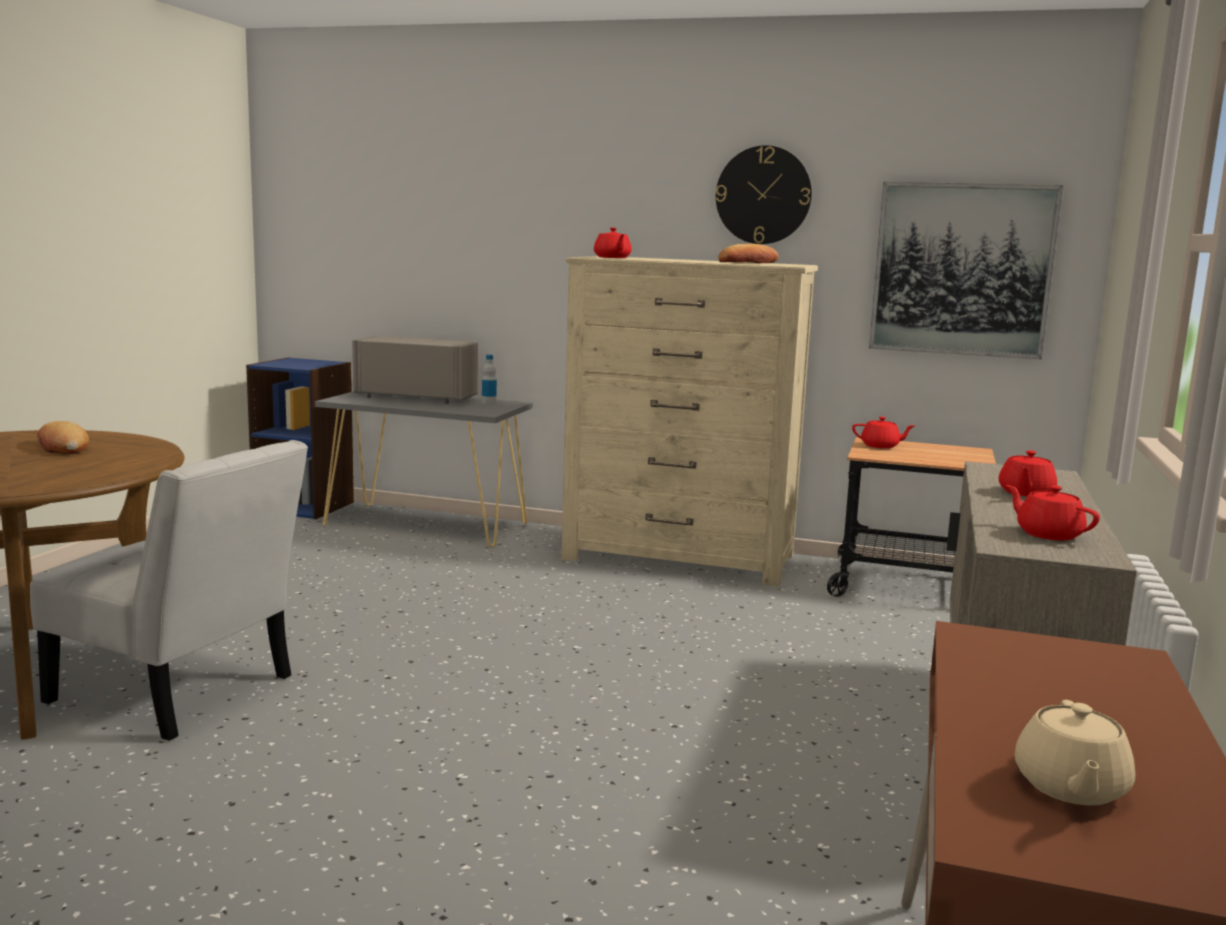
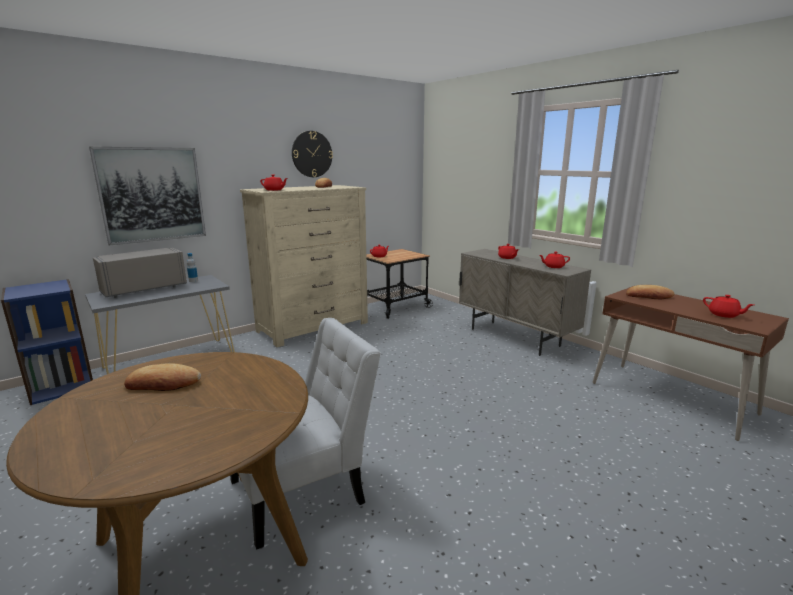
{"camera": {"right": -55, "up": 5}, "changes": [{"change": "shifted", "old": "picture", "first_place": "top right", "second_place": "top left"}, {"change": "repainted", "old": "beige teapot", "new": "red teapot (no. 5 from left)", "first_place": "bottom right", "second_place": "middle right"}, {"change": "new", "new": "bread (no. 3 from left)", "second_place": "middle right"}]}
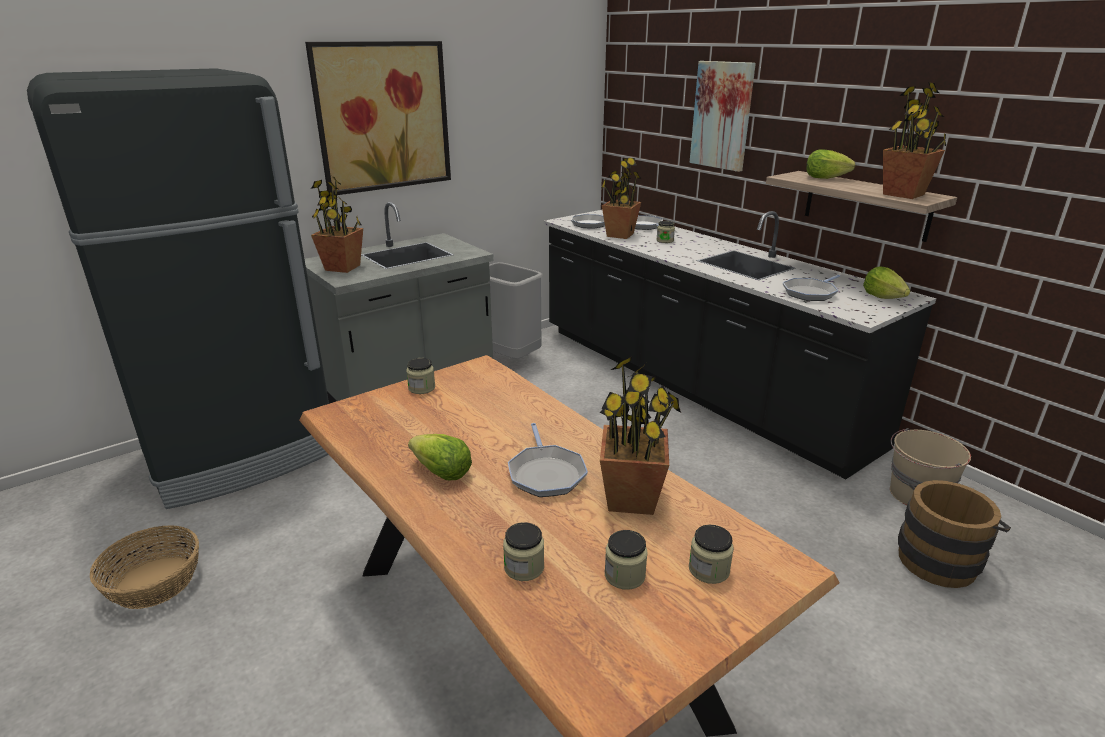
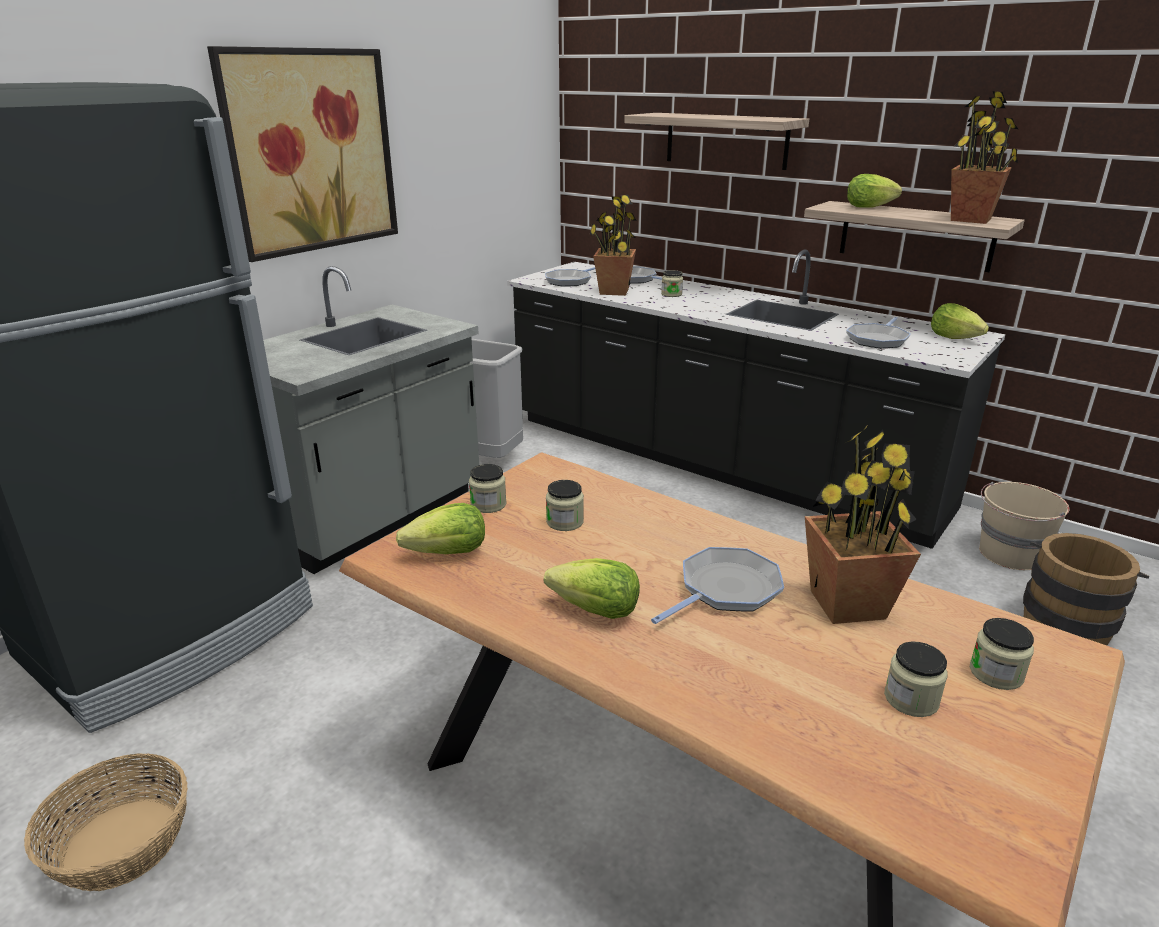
{"camera": {"right": -15, "up": 0}, "changes": [{"change": "gone", "old": "potted plant (no. 1 from left)", "first_place": "top left"}, {"change": "shifted", "old": "jar (no. 2 from left)", "first_place": "bottom centre", "second_place": "centre"}, {"change": "rotated", "old": "frying pan (no. 1 from left in the first image)", "first_place": "centre", "second_place": "centre", "degrees": -105}, {"change": "swapped", "old": "picture (no. 2 from left)", "new": "shelf (no. 1 from left)", "first_place": "top centre", "second_place": "top centre"}, {"change": "new", "new": "lettuce (no. 1 from left)", "second_place": "centre"}]}
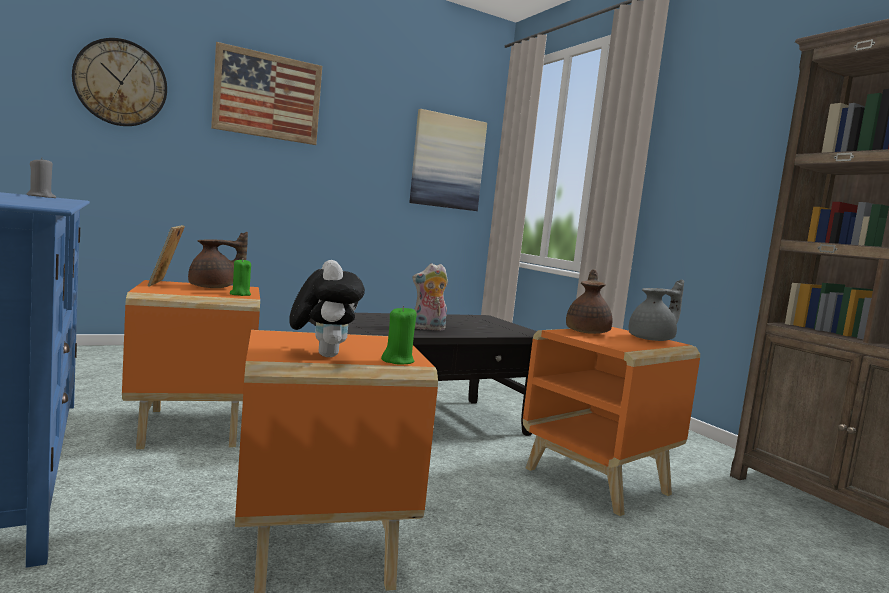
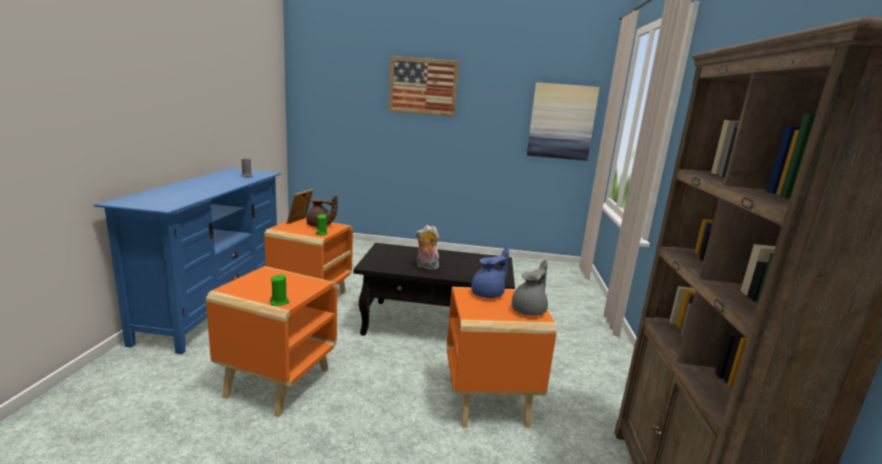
{"camera": {"right": 35, "up": 10}, "changes": [{"change": "gone", "old": "wall clock", "first_place": "top left"}, {"change": "gone", "old": "plush toy (no. 1 from left)", "first_place": "centre"}, {"change": "repainted", "old": "brown teapot (no. 2 from left)", "new": "blue teapot", "first_place": "centre", "second_place": "centre"}, {"change": "rotated", "old": "grey teapot", "first_place": "middle right", "second_place": "centre", "degrees": -60}]}
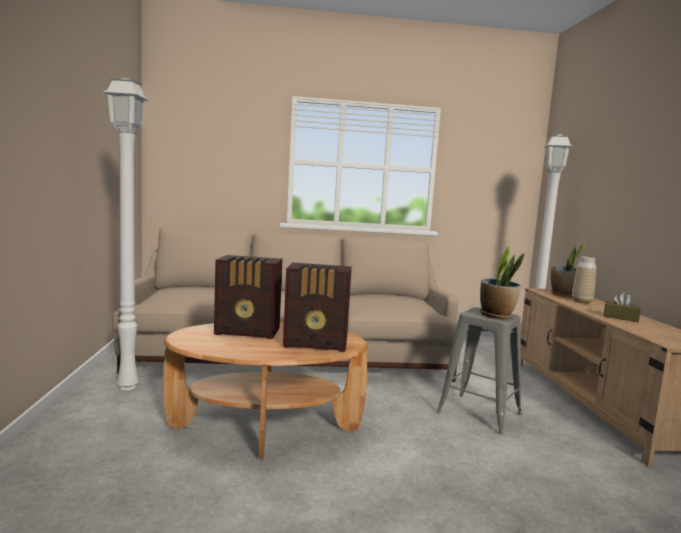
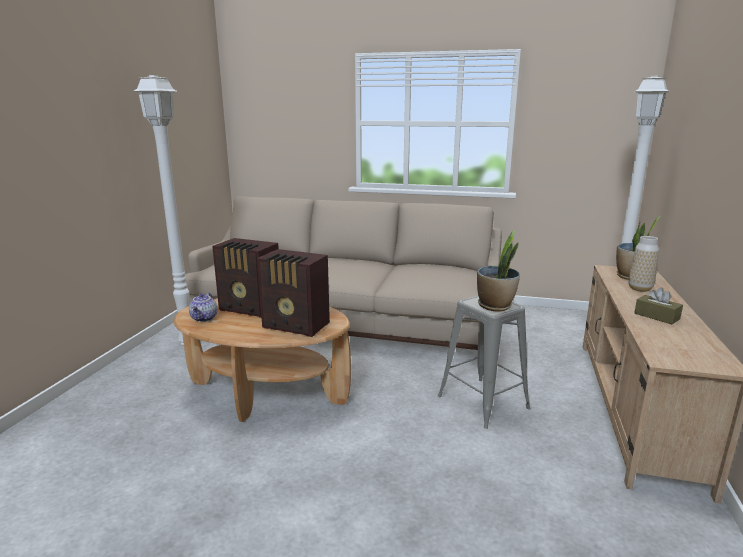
{"camera": {"right": 20, "up": 10}, "changes": [{"change": "new", "new": "teapot", "second_place": "middle left"}]}
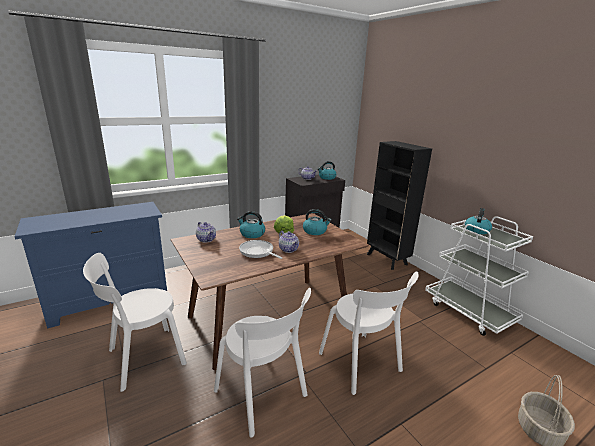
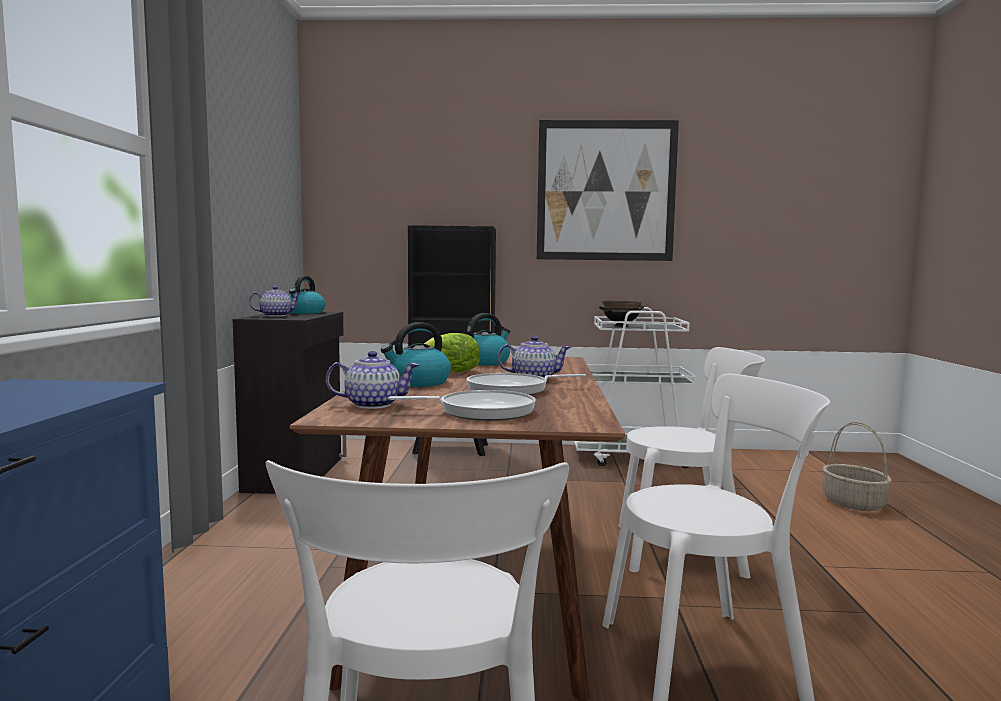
{"camera": {"right": -55, "up": -15}, "changes": [{"change": "swapped", "old": "kettle (no. 4 from left)", "new": "black bowl", "first_place": "middle right", "second_place": "centre"}, {"change": "new", "new": "frying pan (no. 1 from left)", "second_place": "centre"}, {"change": "new", "new": "picture", "second_place": "top centre"}]}
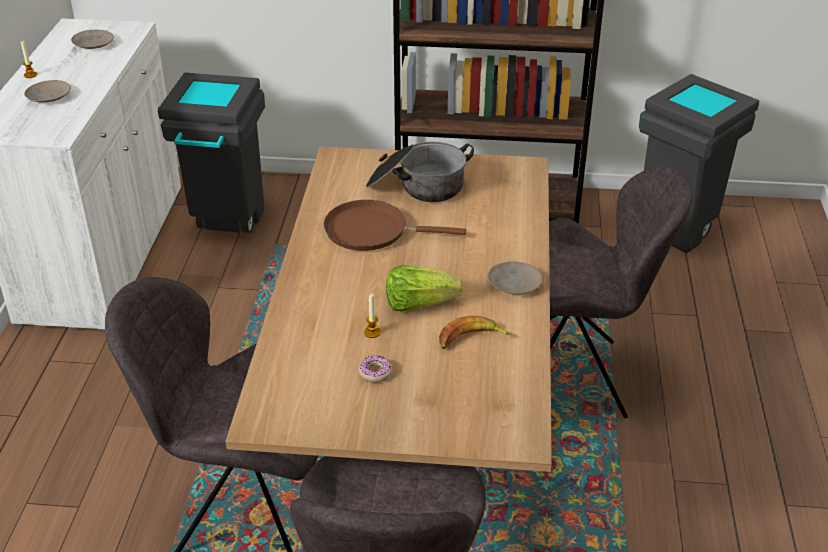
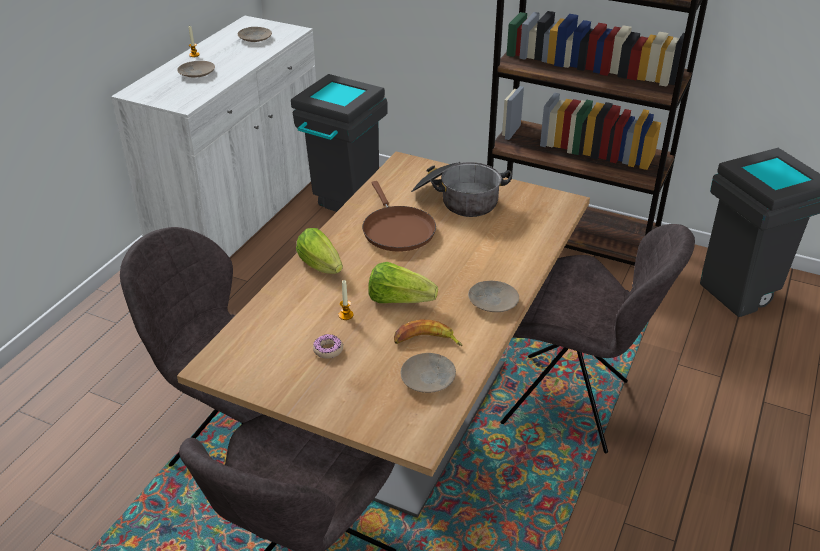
{"camera": {"right": 20, "up": 0}, "changes": [{"change": "rotated", "old": "brown frying pan", "first_place": "centre", "second_place": "centre", "degrees": -135}, {"change": "new", "new": "lettuce (no. 1 from left)", "second_place": "centre"}, {"change": "new", "new": "beige plate (no. 3 from left)", "second_place": "bottom centre"}]}
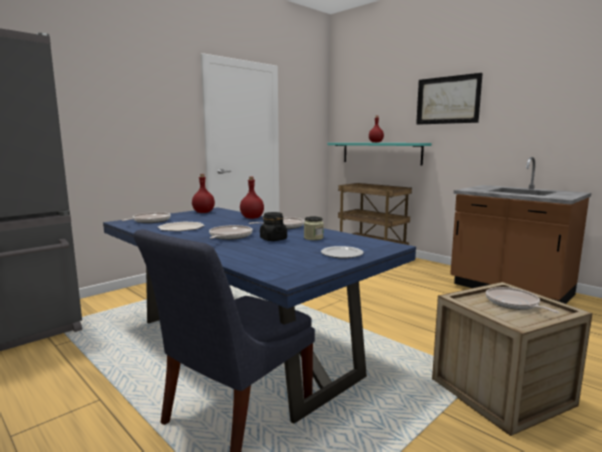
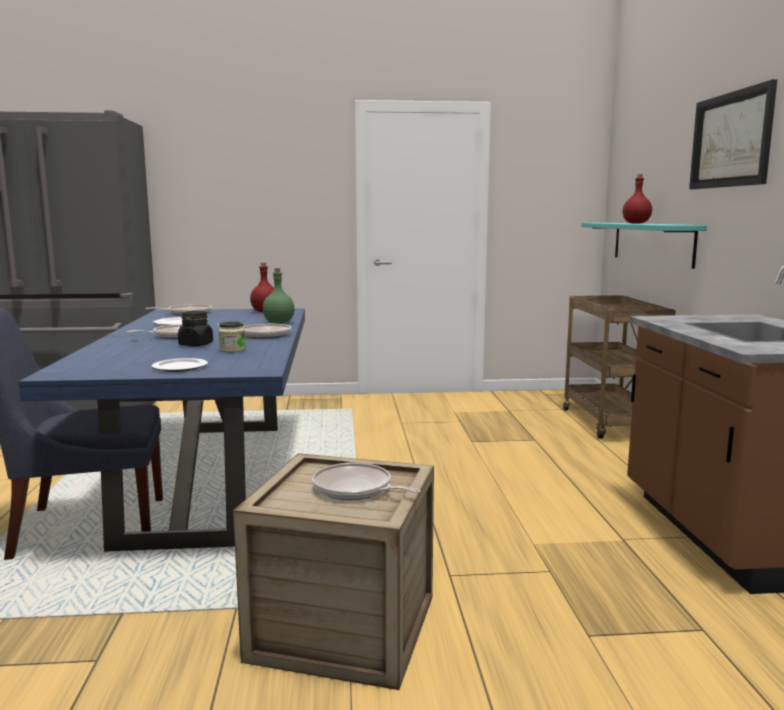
{"camera": {"right": 40, "up": 0}, "changes": [{"change": "repainted", "old": "red bottle (no. 2 from left)", "new": "green bottle", "first_place": "centre", "second_place": "centre"}, {"change": "rotated", "old": "frying pan (no. 4 from left)", "first_place": "middle right", "second_place": "bottom centre", "degrees": -75}]}
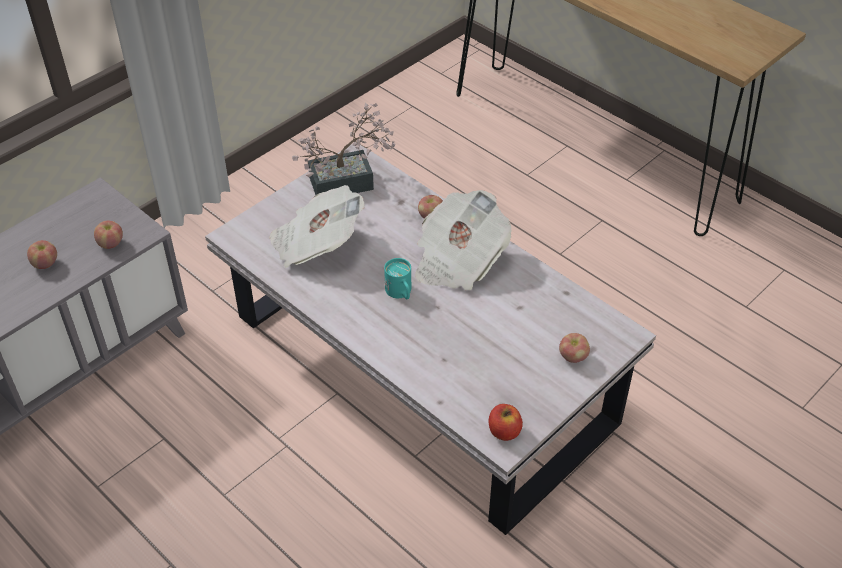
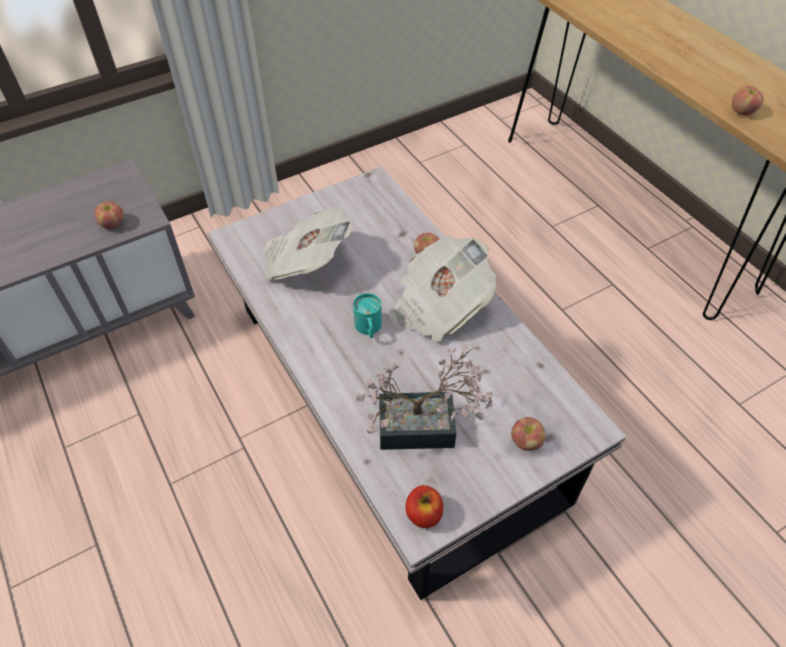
{"camera": {"right": 15, "up": 5}, "changes": [{"change": "shifted", "old": "apple (no. 1 from left in the first image)", "new": "apple (no. 5 from left)", "first_place": "middle left", "second_place": "top right"}, {"change": "shifted", "old": "potted plant", "first_place": "top centre", "second_place": "centre"}]}
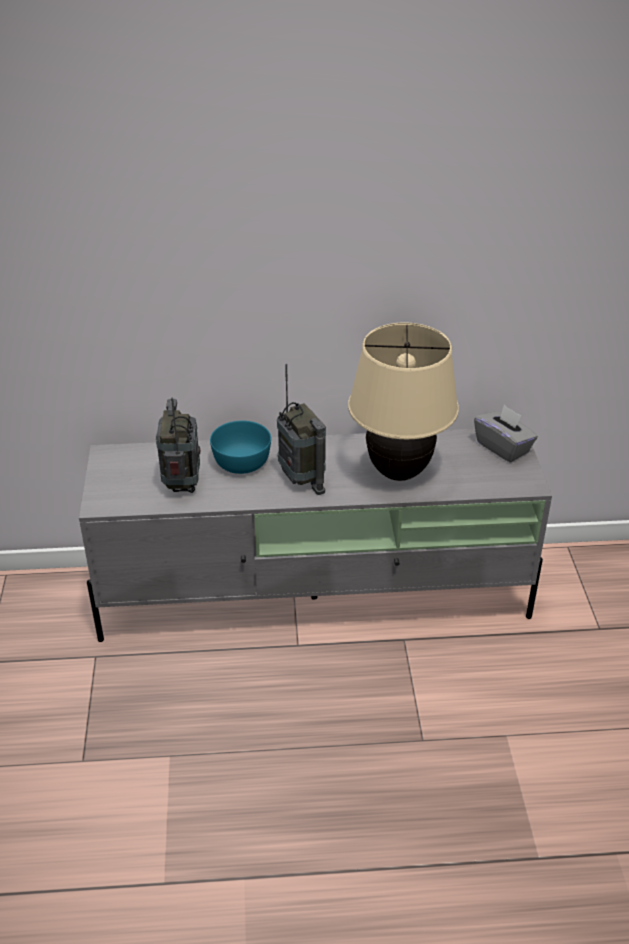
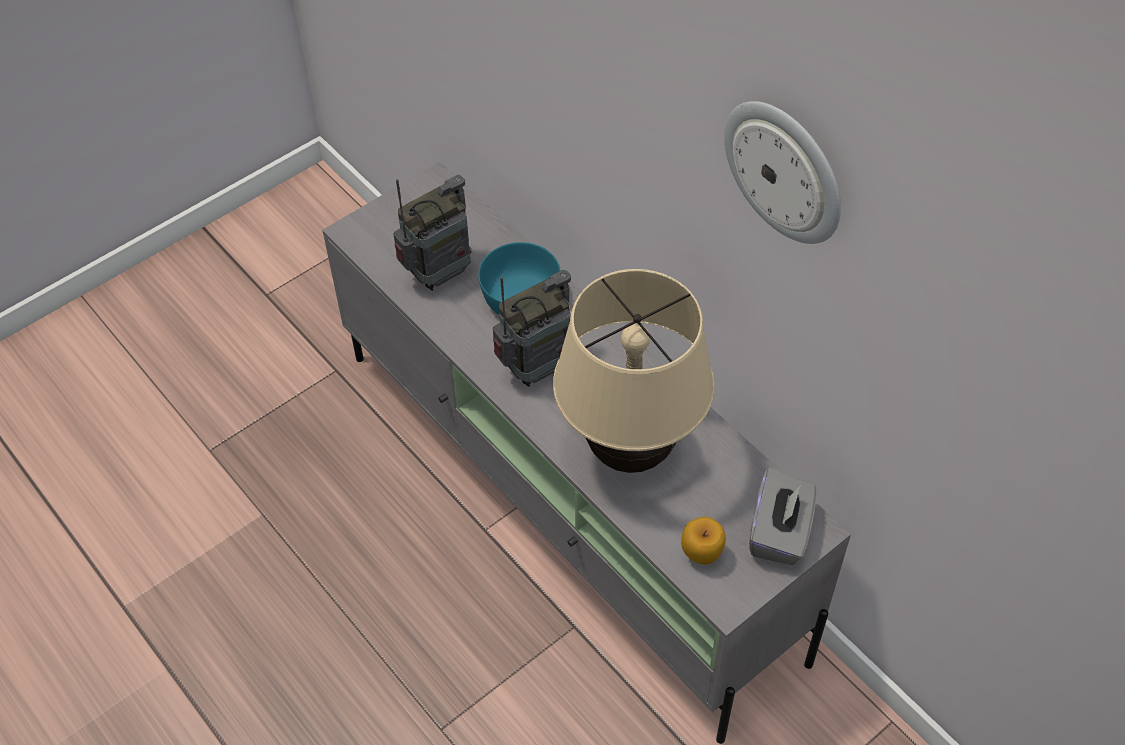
{"camera": {"right": 55, "up": 15}, "changes": [{"change": "rotated", "old": "radio (no. 2 from left)", "first_place": "centre", "second_place": "centre", "degrees": -150}, {"change": "new", "new": "apple", "second_place": "bottom centre"}, {"change": "new", "new": "wall clock", "second_place": "top right"}]}
